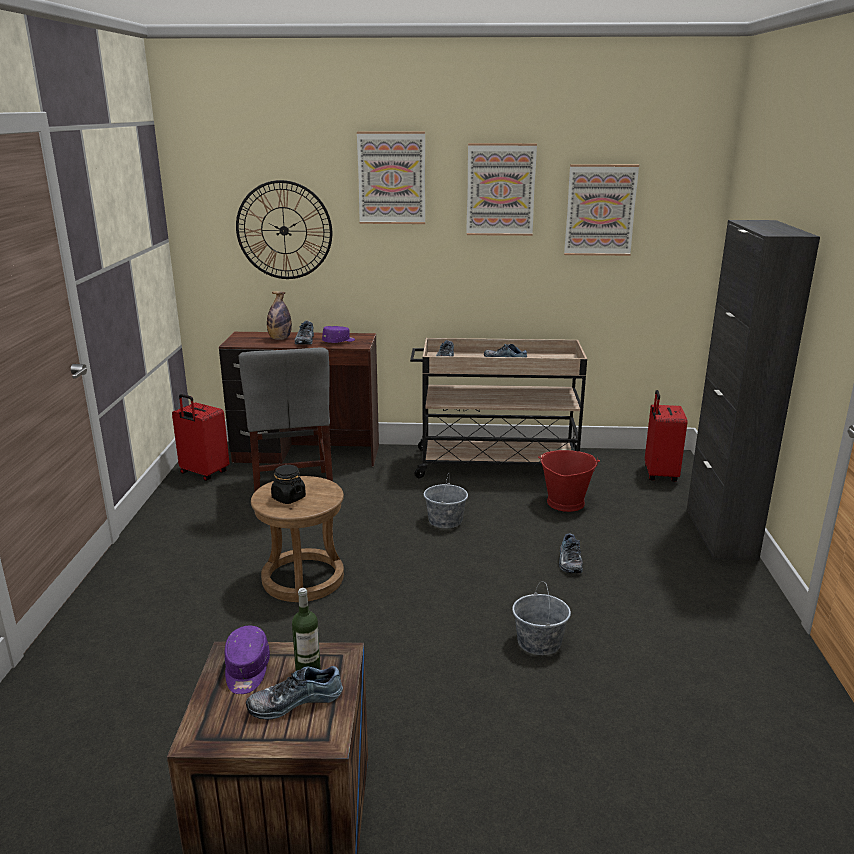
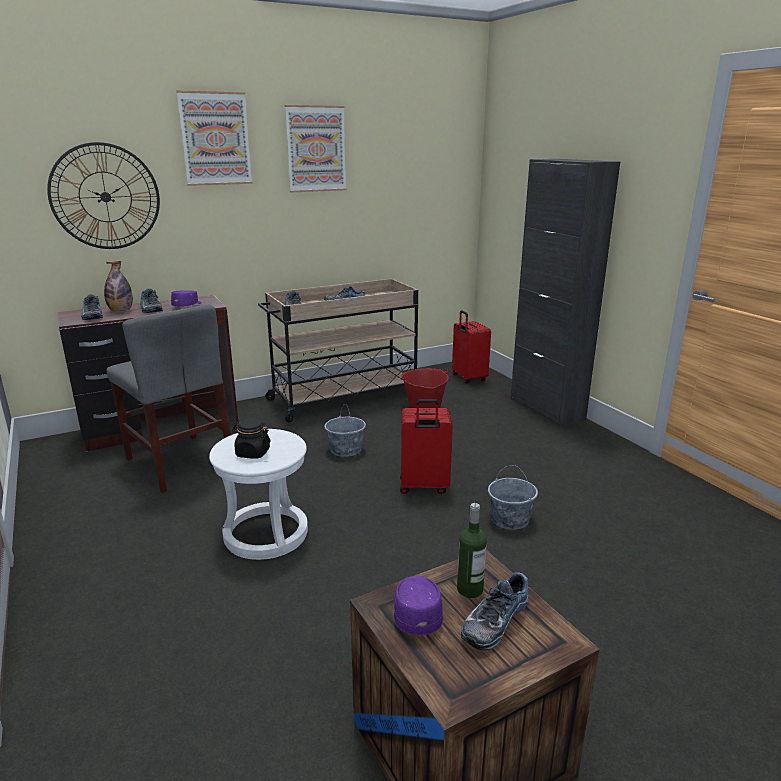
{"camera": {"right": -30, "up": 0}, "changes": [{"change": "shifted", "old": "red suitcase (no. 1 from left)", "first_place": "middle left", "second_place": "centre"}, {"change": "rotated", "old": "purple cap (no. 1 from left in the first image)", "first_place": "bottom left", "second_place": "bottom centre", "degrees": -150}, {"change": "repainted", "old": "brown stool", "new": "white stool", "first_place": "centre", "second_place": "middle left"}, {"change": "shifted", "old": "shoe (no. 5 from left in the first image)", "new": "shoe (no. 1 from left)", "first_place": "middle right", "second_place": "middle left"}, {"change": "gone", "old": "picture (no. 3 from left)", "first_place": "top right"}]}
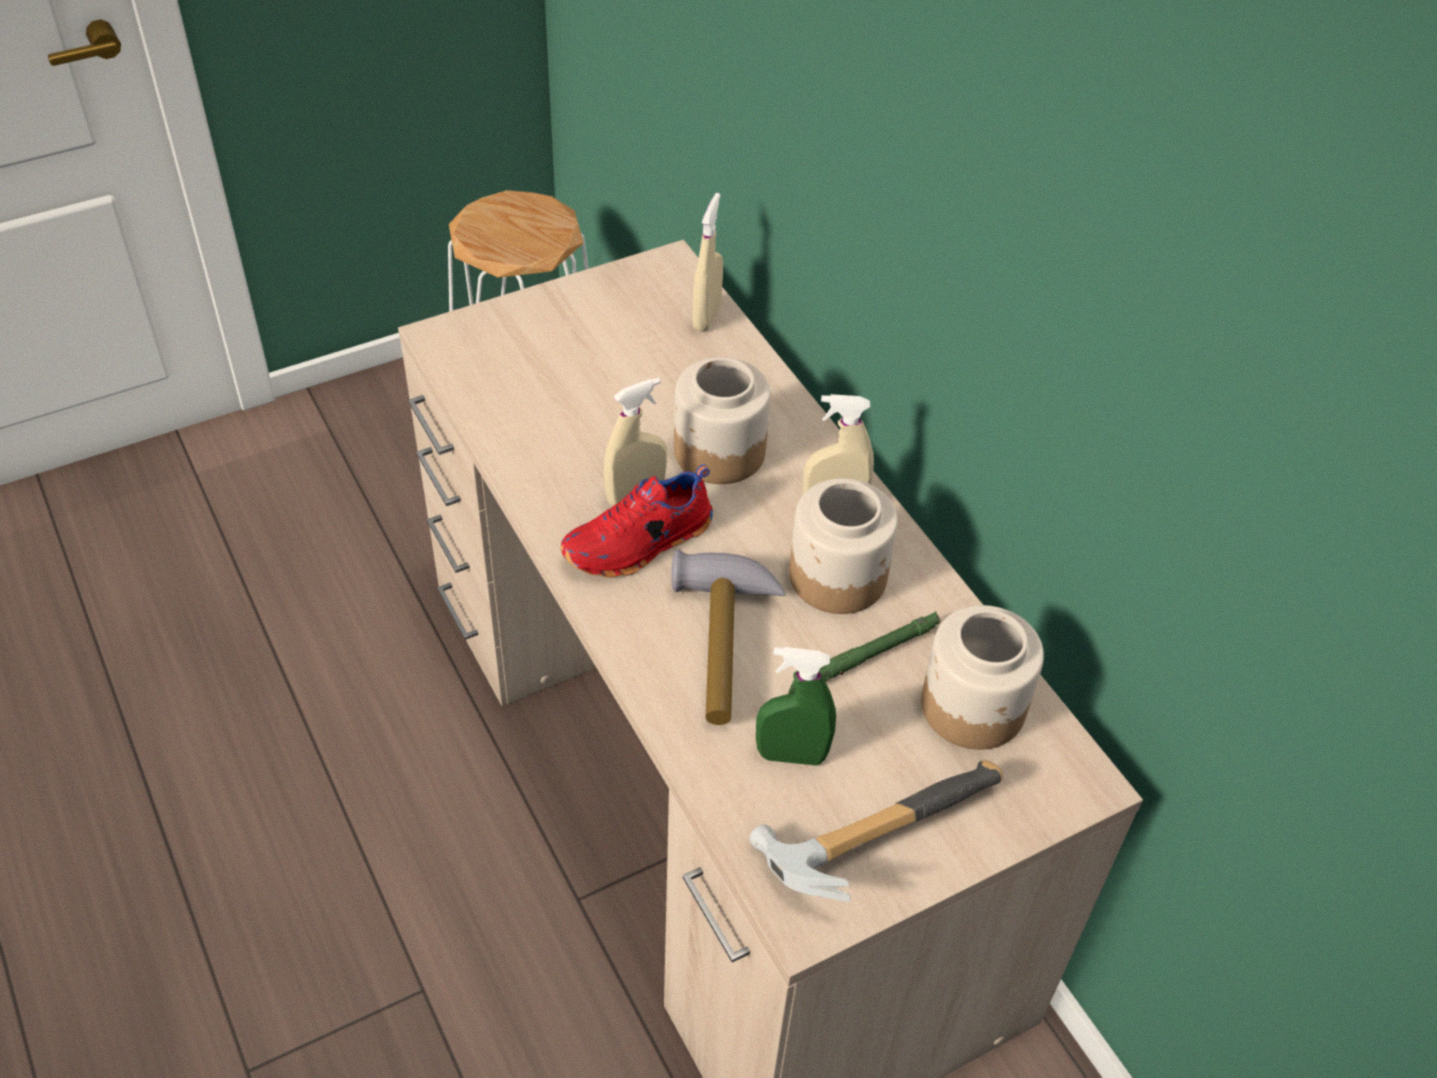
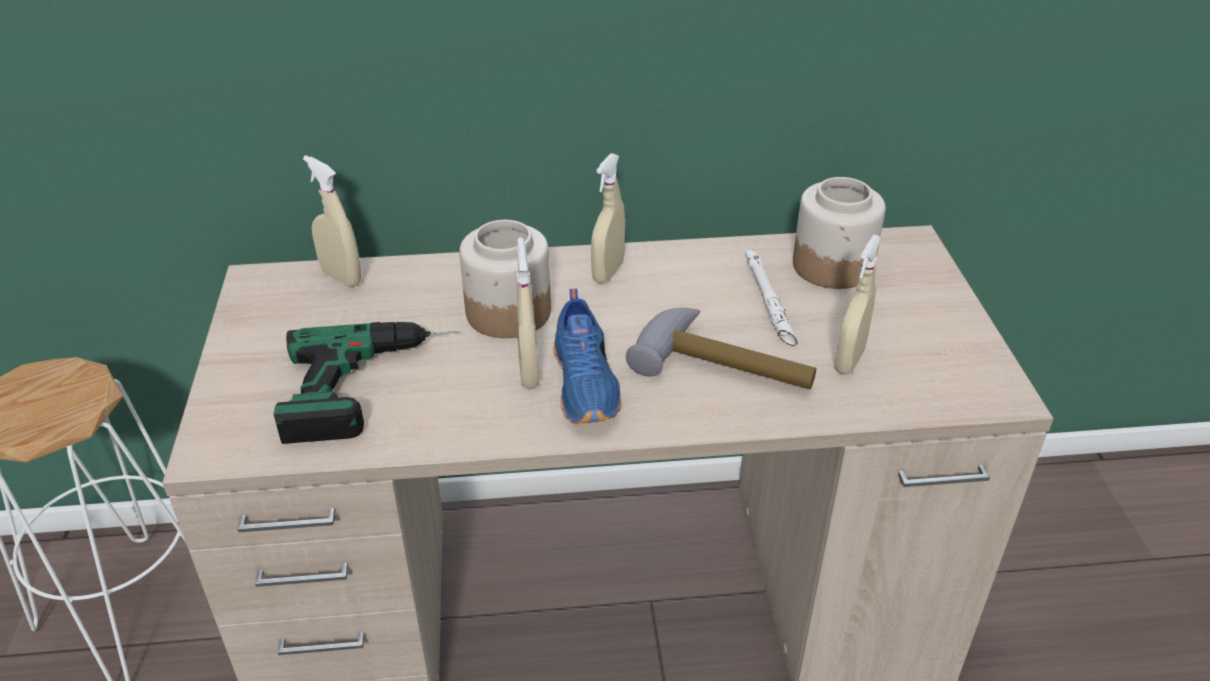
{"camera": {"right": -65, "up": -10}, "changes": [{"change": "repainted", "old": "red shoe", "new": "blue shoe", "first_place": "centre", "second_place": "centre"}, {"change": "gone", "old": "hammer (no. 2 from left)", "first_place": "bottom centre"}, {"change": "repainted", "old": "green spray bottle", "new": "beige spray bottle (no. 4 from left)", "first_place": "centre", "second_place": "middle right"}, {"change": "repainted", "old": "green flashlight", "new": "white flashlight", "first_place": "centre", "second_place": "centre"}, {"change": "gone", "old": "jar (no. 2 from left)", "first_place": "centre"}, {"change": "new", "new": "power drill", "second_place": "middle left"}]}
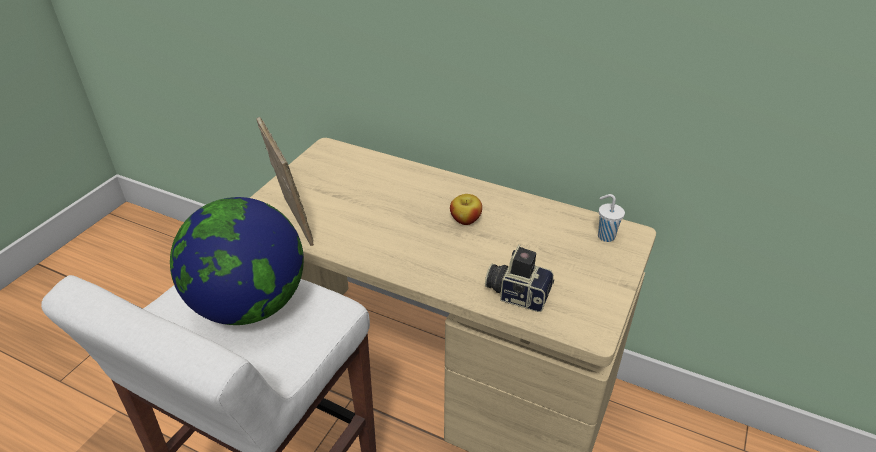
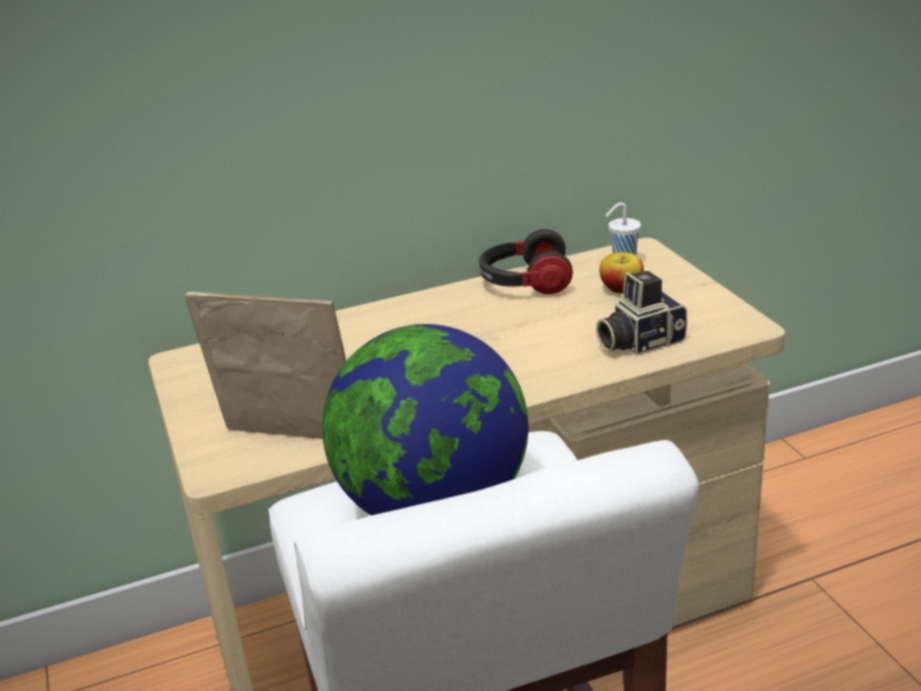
{"camera": {"right": -45, "up": -10}, "changes": [{"change": "shifted", "old": "apple", "first_place": "centre", "second_place": "middle right"}, {"change": "new", "new": "headphones", "second_place": "centre"}]}
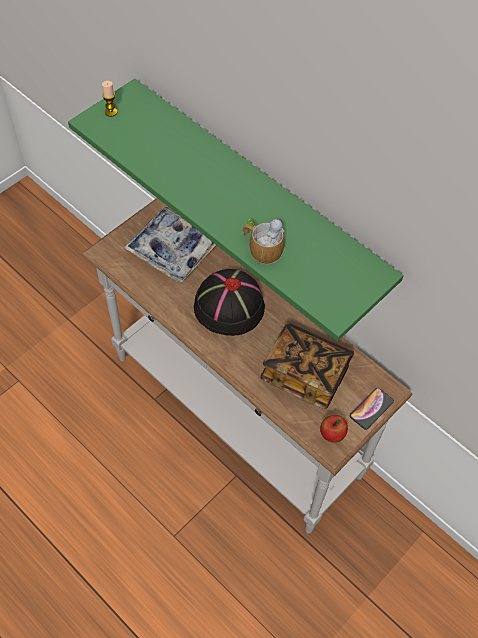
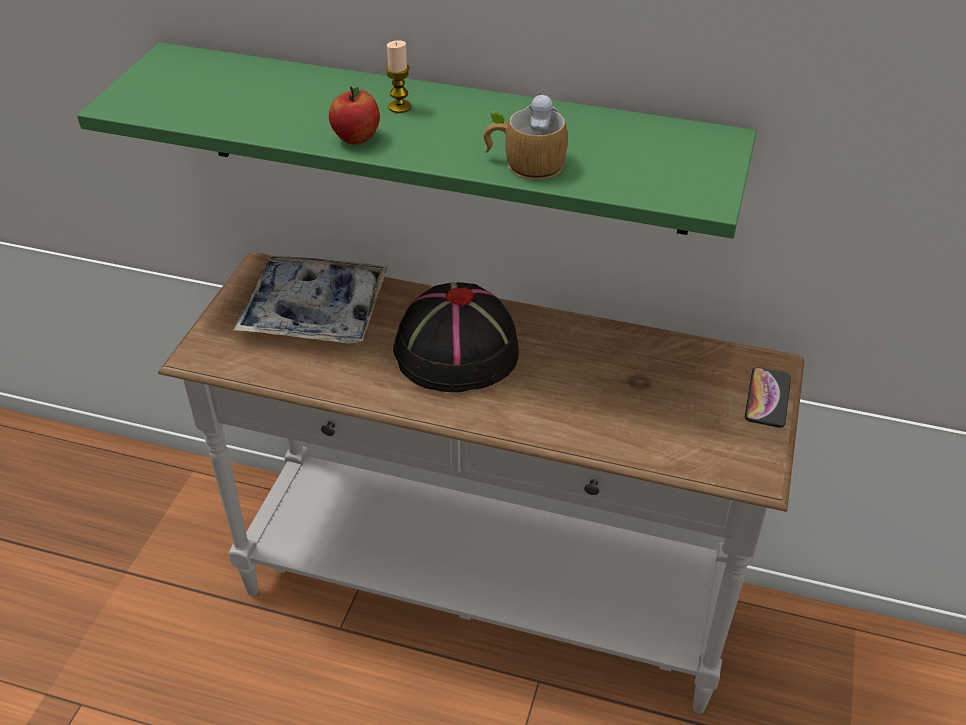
{"camera": {"right": -25, "up": -15}, "changes": [{"change": "shifted", "old": "candle", "first_place": "top left", "second_place": "top centre"}, {"change": "gone", "old": "book", "first_place": "centre"}, {"change": "shifted", "old": "apple", "first_place": "bottom right", "second_place": "top centre"}]}
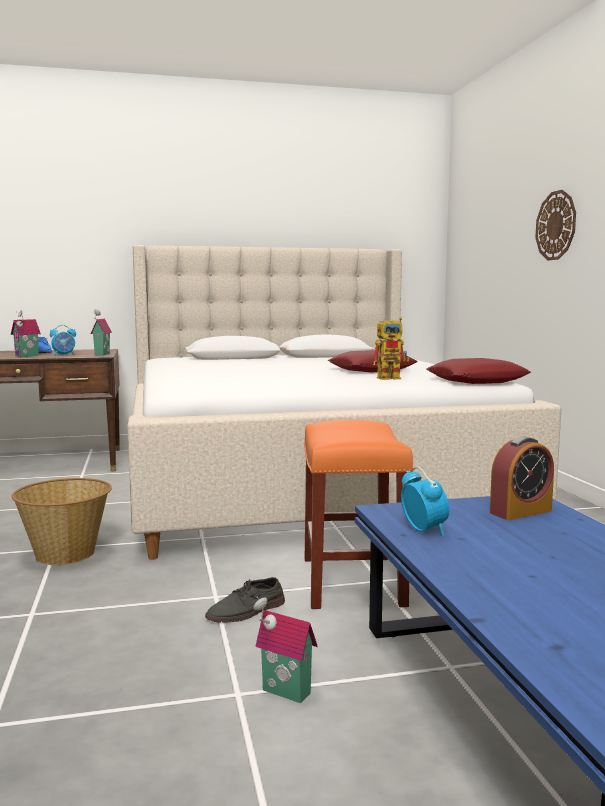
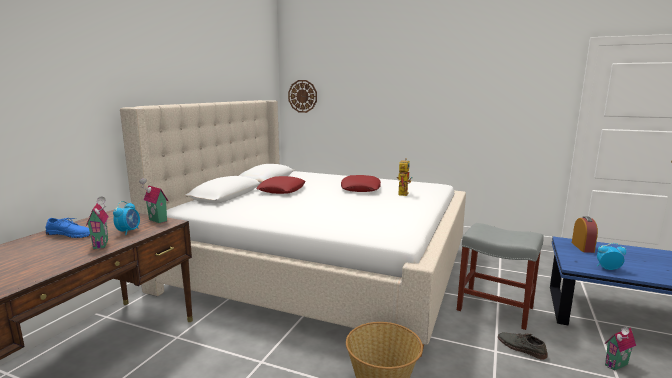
{"camera": {"right": -55, "up": 5}, "changes": [{"change": "rotated", "old": "grey shoe", "first_place": "bottom centre", "second_place": "bottom right", "degrees": 135}, {"change": "repainted", "old": "orange stool", "new": "grey stool", "first_place": "centre", "second_place": "bottom right"}, {"change": "shifted", "old": "red pillow (no. 2 from left in the first image)", "new": "red pillow (no. 1 from left)", "first_place": "middle right", "second_place": "centre"}, {"change": "shifted", "old": "wall clock", "first_place": "top right", "second_place": "top centre"}]}
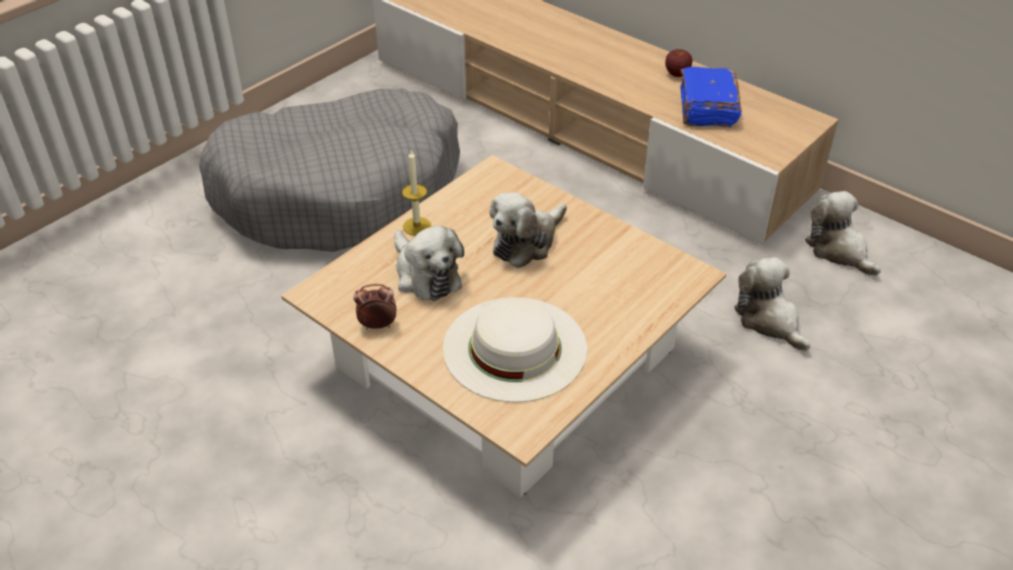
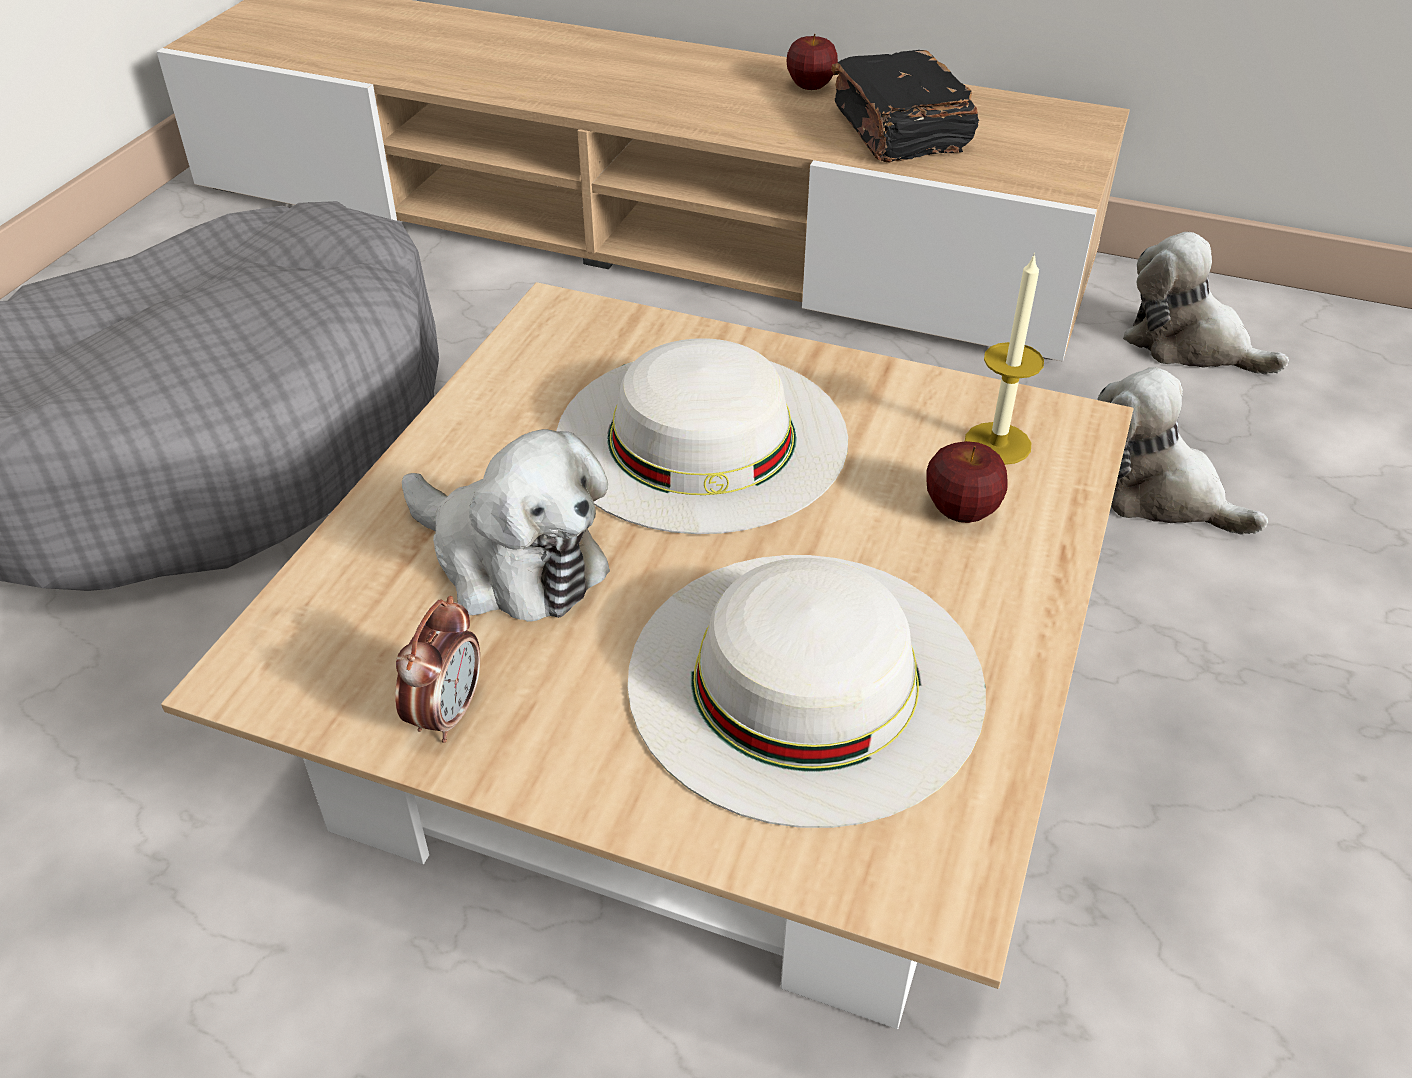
{"camera": {"right": -20, "up": 0}, "changes": [{"change": "rotated", "old": "alarm clock", "first_place": "centre", "second_place": "middle left", "degrees": 135}, {"change": "shifted", "old": "candle", "first_place": "centre", "second_place": "top right"}, {"change": "swapped", "old": "plush toy (no. 2 from left)", "new": "white hat (no. 1 from left)", "first_place": "centre", "second_place": "centre"}, {"change": "repainted", "old": "blue book", "new": "black book", "first_place": "top right", "second_place": "top centre"}, {"change": "new", "new": "apple (no. 2 from left)", "second_place": "middle right"}]}
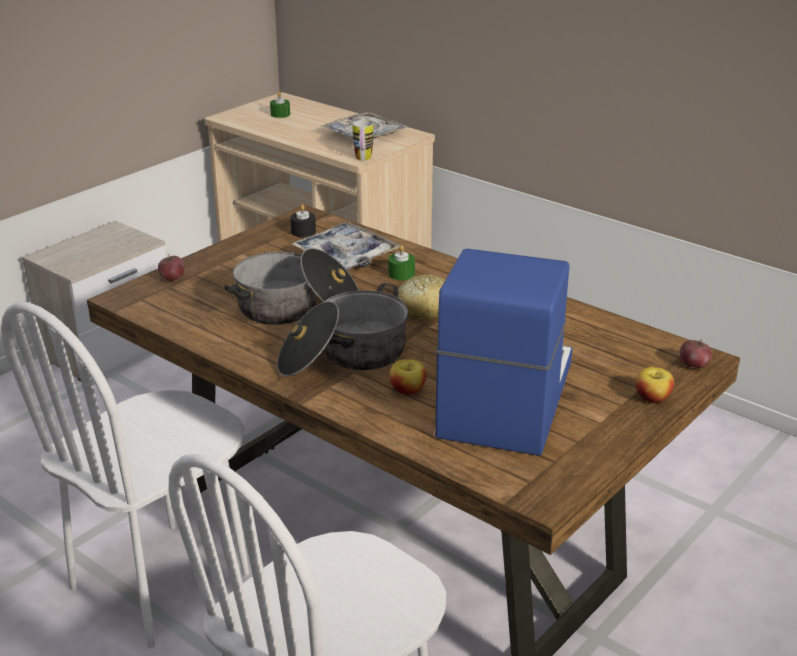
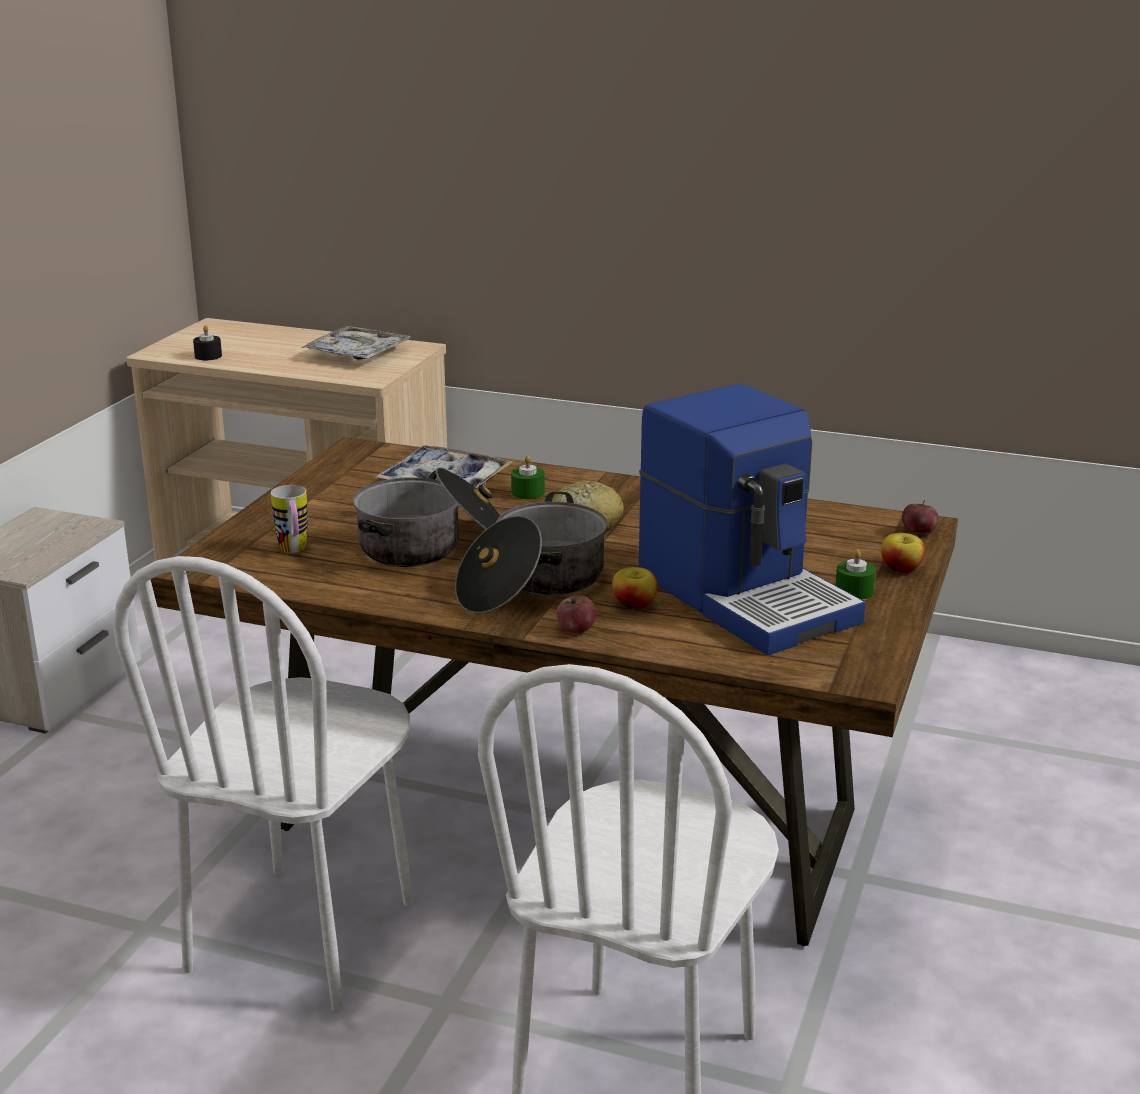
{"camera": {"right": -20, "up": -5}, "changes": [{"change": "shifted", "old": "apple (no. 1 from left)", "first_place": "middle left", "second_place": "centre"}, {"change": "shifted", "old": "green candle (no. 1 from left in the first image)", "new": "green candle (no. 2 from left)", "first_place": "top centre", "second_place": "middle right"}, {"change": "shifted", "old": "black candle", "first_place": "centre", "second_place": "top left"}, {"change": "shifted", "old": "mug", "first_place": "top centre", "second_place": "middle left"}, {"change": "rotated", "old": "coffee machine", "first_place": "centre", "second_place": "centre", "degrees": 150}]}
